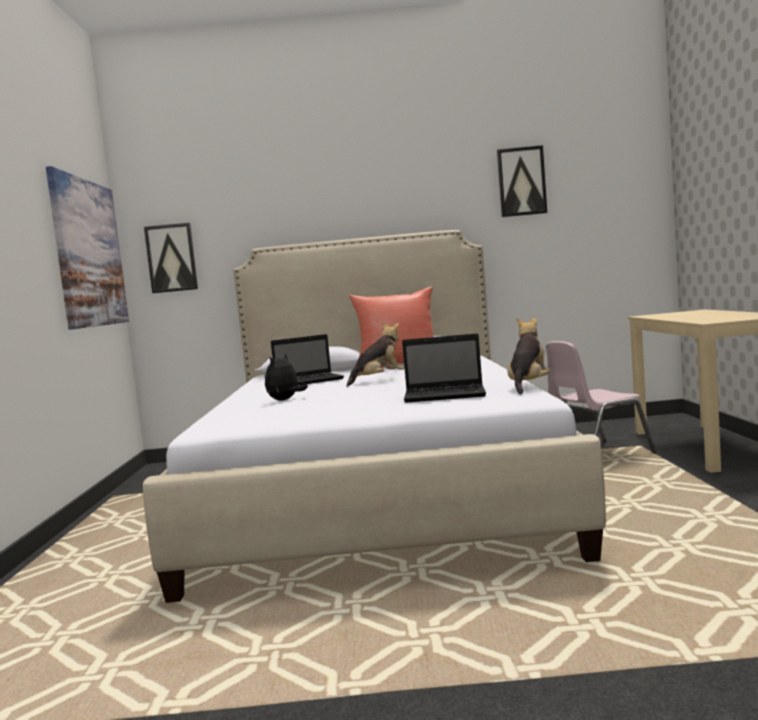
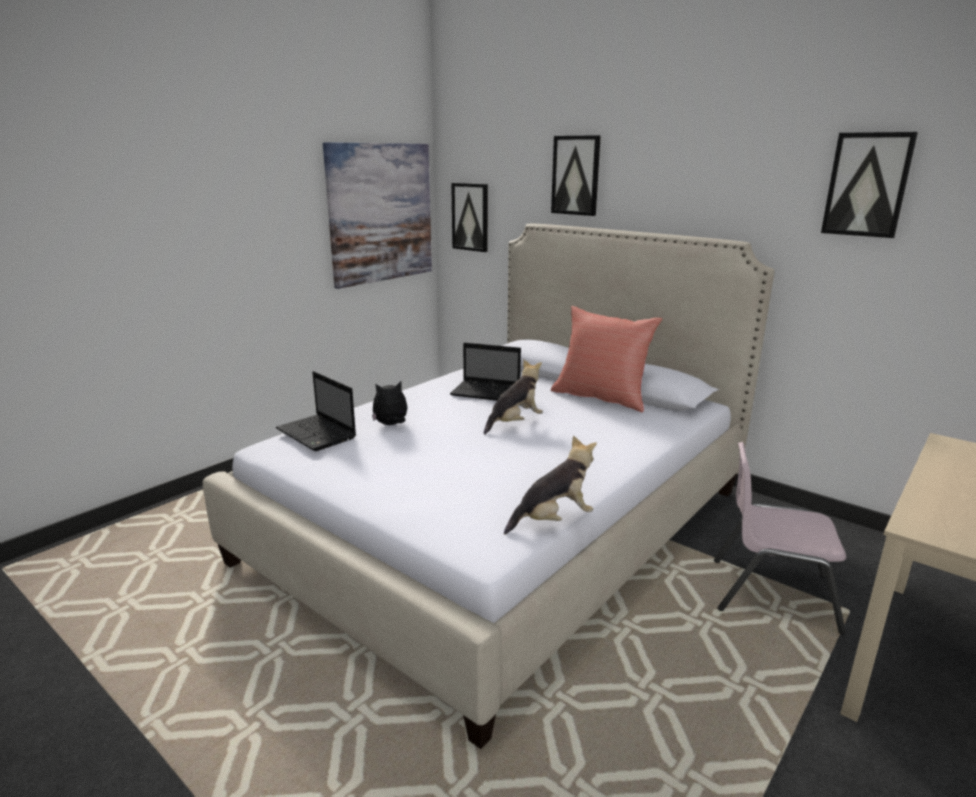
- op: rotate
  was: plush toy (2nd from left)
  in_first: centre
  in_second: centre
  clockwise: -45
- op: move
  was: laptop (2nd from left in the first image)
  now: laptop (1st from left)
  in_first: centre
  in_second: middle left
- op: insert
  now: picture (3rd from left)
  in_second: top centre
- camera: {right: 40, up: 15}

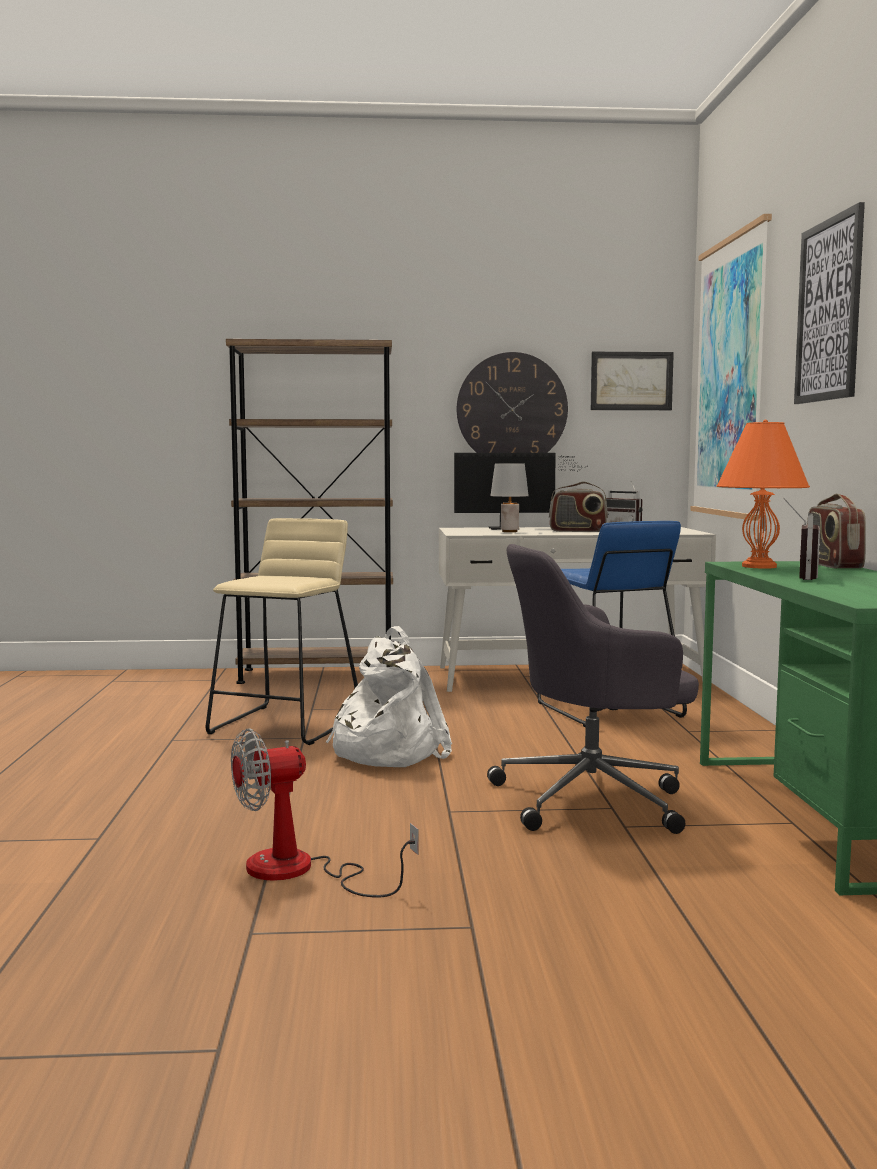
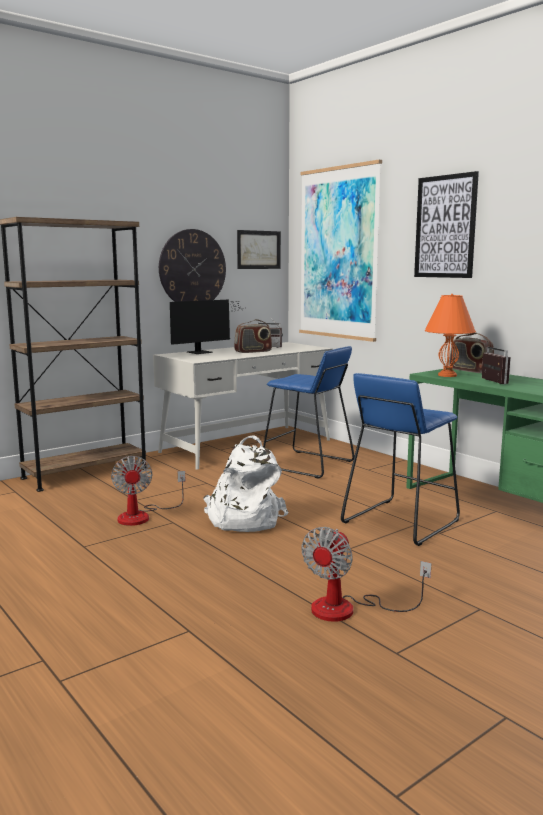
- op: replace
  was: beige stool
  now: fan (1st from left)
  in_first: middle left
  in_second: middle left
- op: replace
  was: grey office chair
  now: blue stool (2nd from left)
  in_first: middle right
  in_second: middle right
- op: delete
  was: grey table lamp
  in_first: centre
- camera: {right: -35, up: 5}

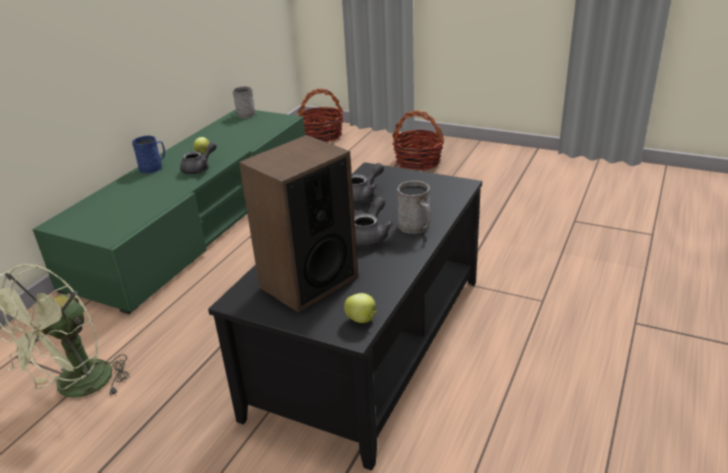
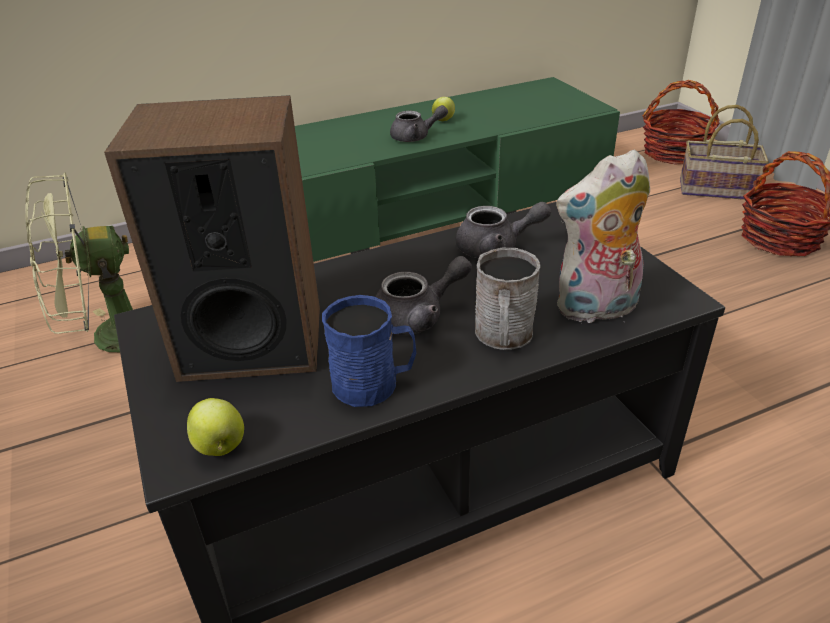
- op: move
  was: blue mug
  in_first: top left
  in_second: centre
- op: delete
  was: grey mug (1st from left)
  in_first: top centre
- op: insert
  now: plush toy
  in_second: middle right
- op: insert
  now: basket (2nd from left)
  in_second: top right
- camera: {right: 40, up: 5}

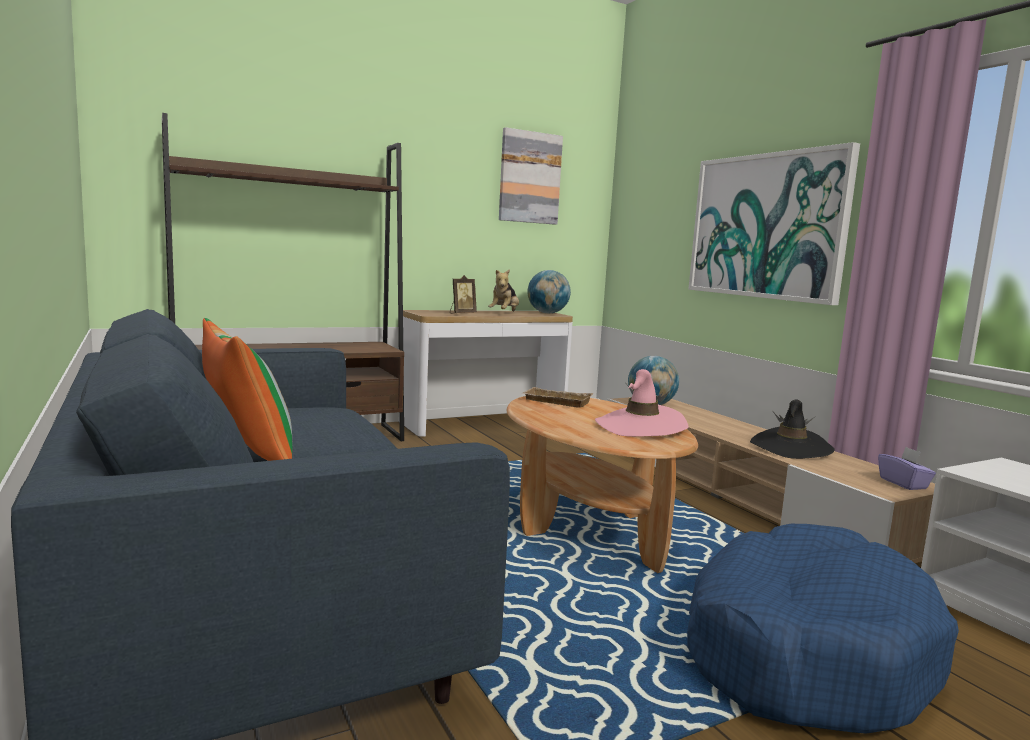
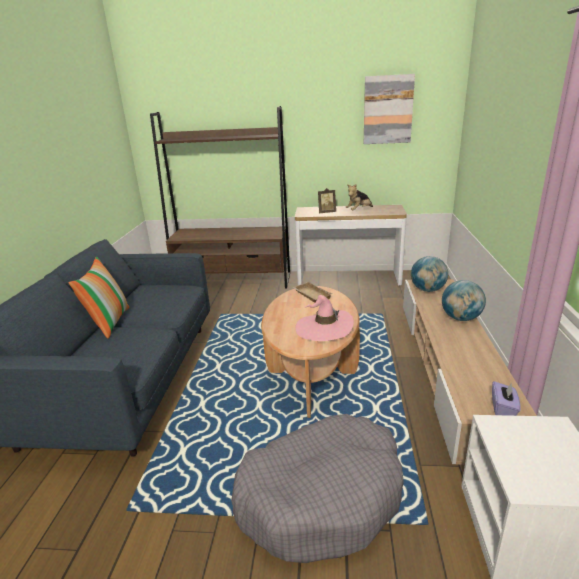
- op: move
  was: globe (1st from left in the first image)
  now: globe (2nd from left)
  in_first: centre
  in_second: middle right
- op: recolor
  was: blue dog bed
  now: grey dog bed
  in_first: bottom right
  in_second: bottom centre
- op: delete
  was: picture (2nd from left)
  in_first: top right
- op: delete
  was: black hat
  in_first: middle right
- camera: {right: 35, up: 15}

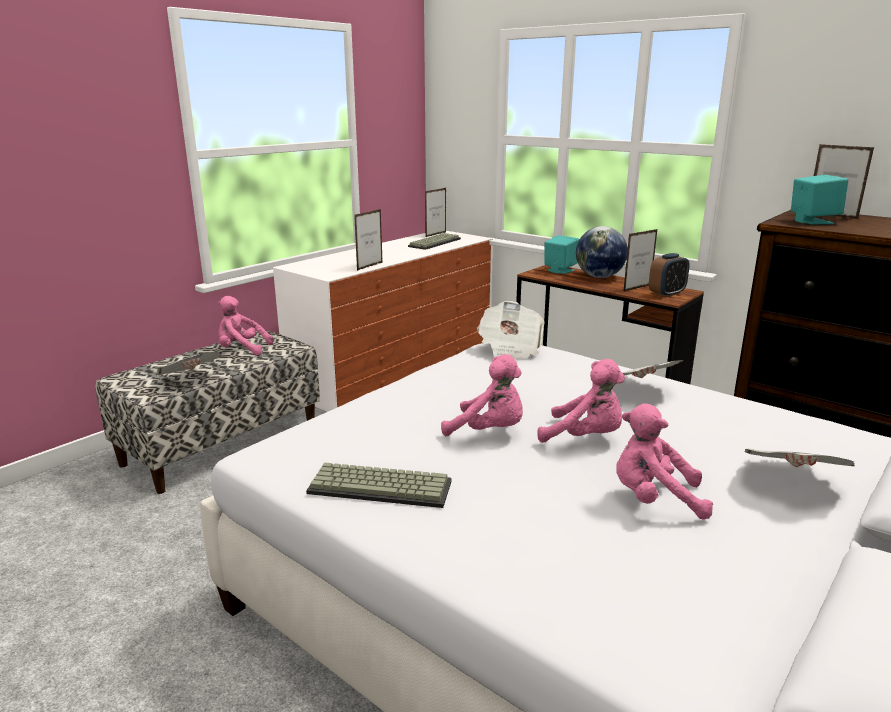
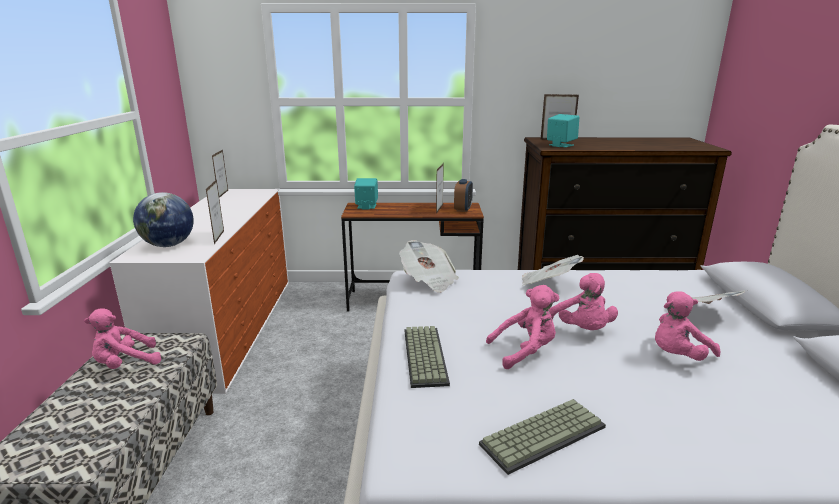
- op: delete
  was: newspaper (1st from left)
  in_first: middle left
- op: move
  was: keyboard (2nd from left in the first image)
  now: keyboard (1st from left)
  in_first: centre
  in_second: bottom centre
- op: rotate
  was: pink plush toy (3rd from left)
  in_first: centre
  in_second: middle right
  clockwise: 90
- op: move
  was: globe
  in_first: middle right
  in_second: middle left
- camera: {right: -40, up: 0}

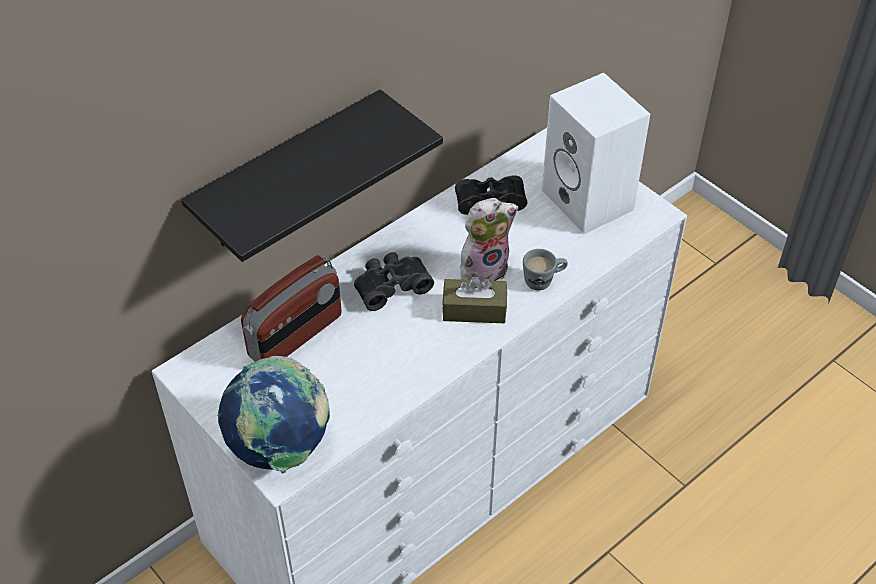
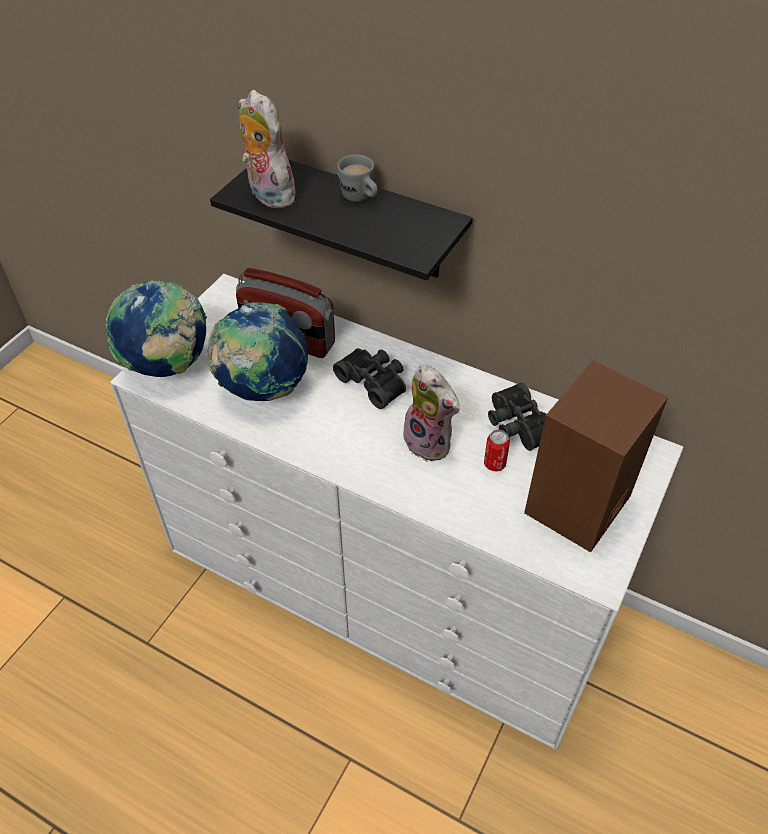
- op: delete
  was: brown tissue box
  in_first: centre
- op: move
  was: grey mug
  in_first: centre
  in_second: top centre
- op: recolor
  was: white speaker
  now: brown speaker
  in_first: top right
  in_second: middle right
- op: insert
  now: globe (2nd from left)
  in_second: centre
- op: insert
  now: plush toy (1st from left)
  in_second: top centre
- op: insert
  now: can
  in_second: centre
- camera: {right: 70, up: 0}

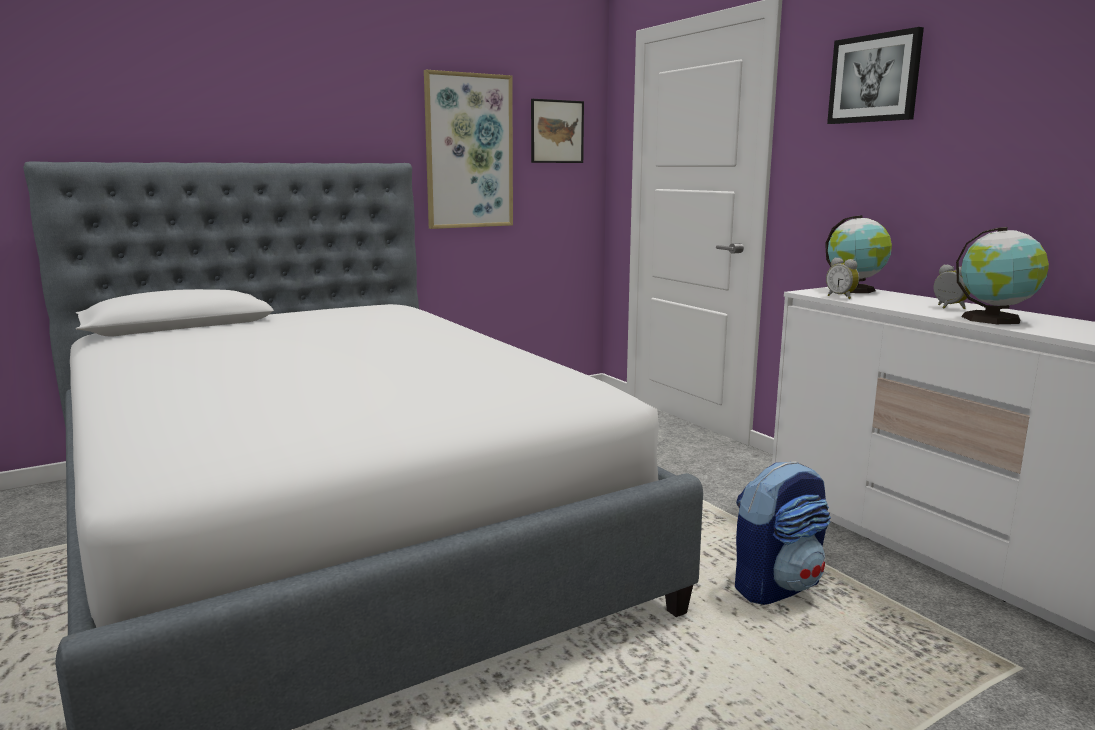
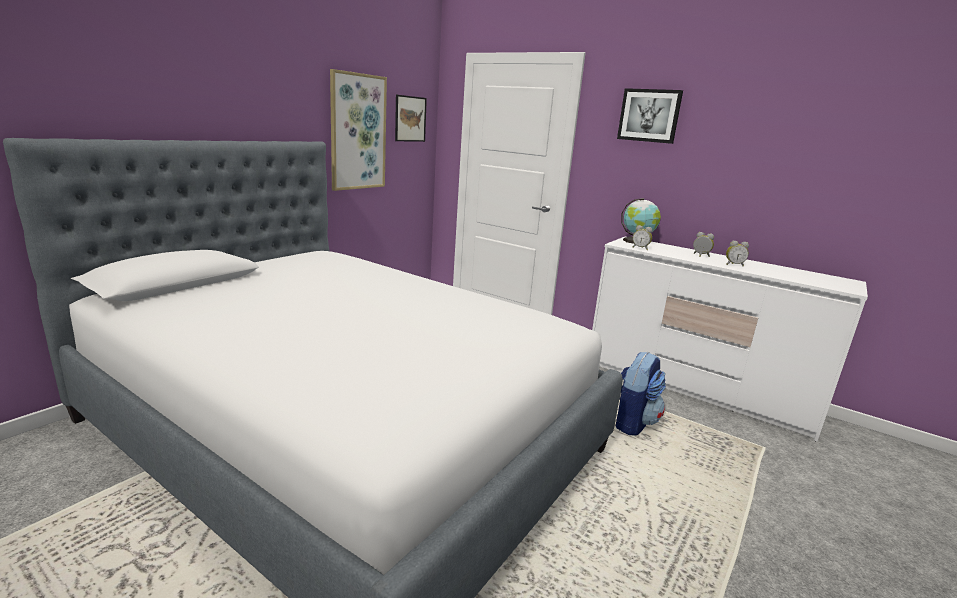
- op: replace
  was: globe (2nd from left)
  now: alarm clock (3rd from left)
  in_first: middle right
  in_second: middle right
- camera: {right: -25, up: 5}

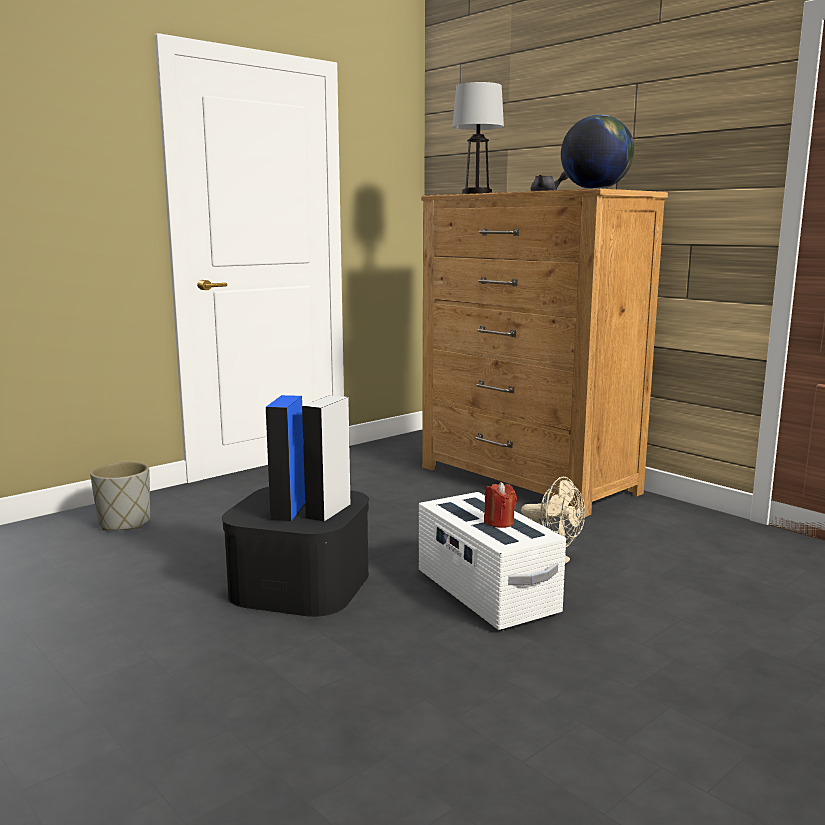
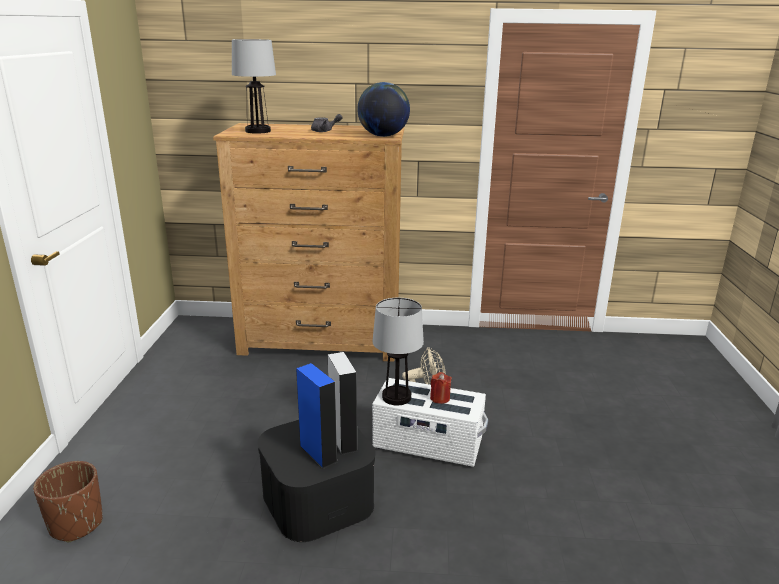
- op: recolor
  was: grey planter
  now: brown planter
  in_first: middle left
  in_second: bottom left
- op: insert
  now: table lamp (2nd from left)
  in_second: centre
- camera: {right: -45, up: 10}

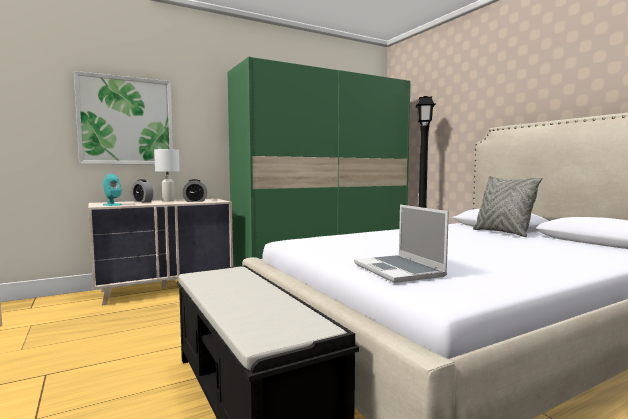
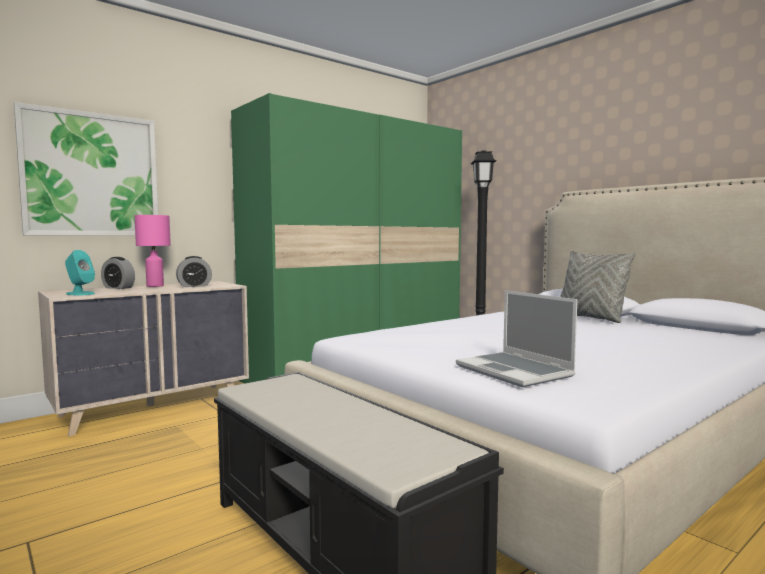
- op: recolor
  was: white table lamp
  now: pink table lamp
  in_first: middle left
  in_second: middle left
- camera: {right: -10, up: 0}

